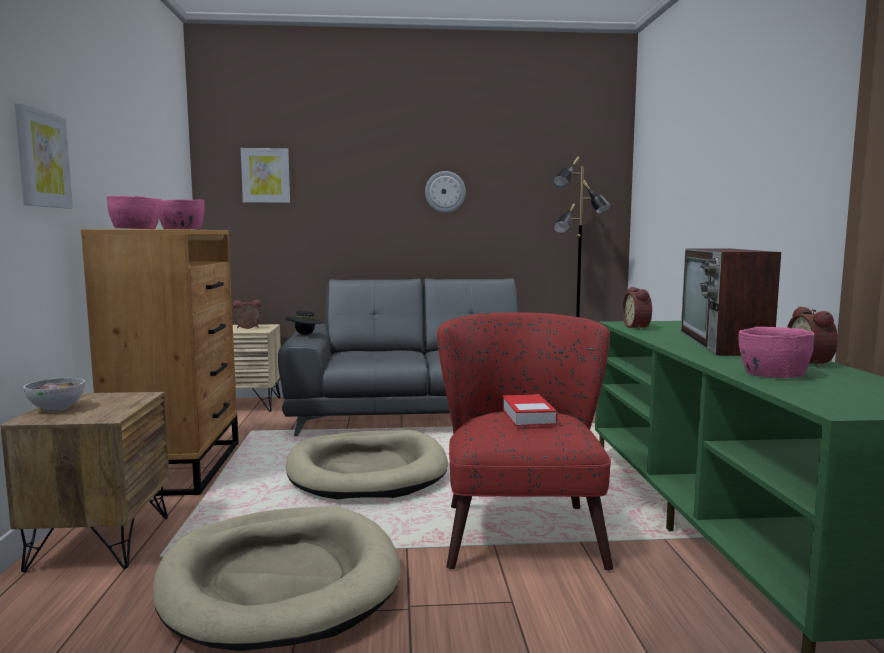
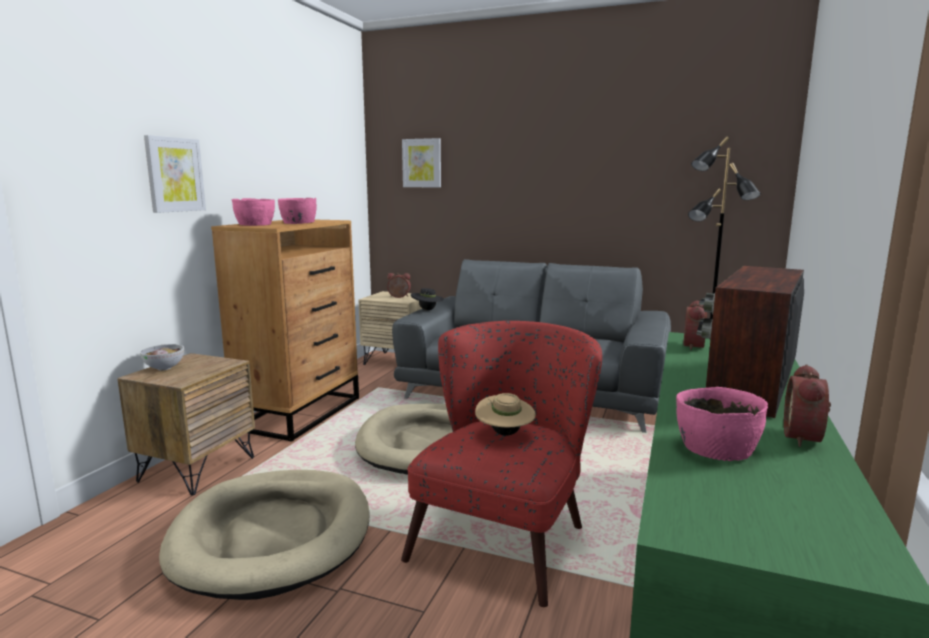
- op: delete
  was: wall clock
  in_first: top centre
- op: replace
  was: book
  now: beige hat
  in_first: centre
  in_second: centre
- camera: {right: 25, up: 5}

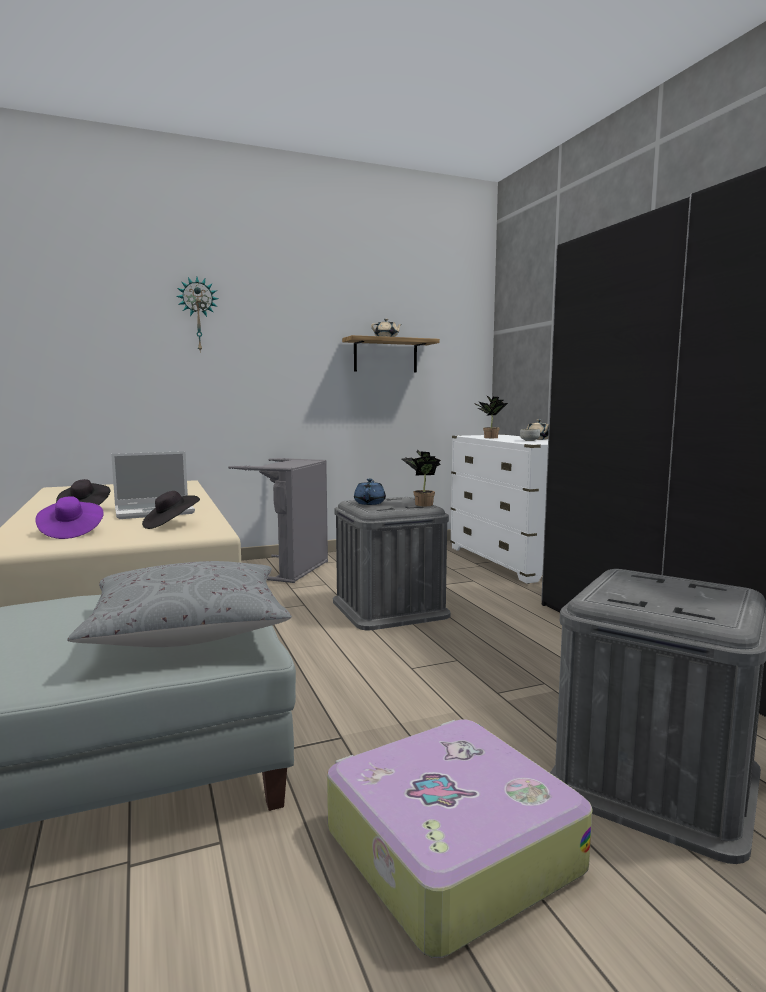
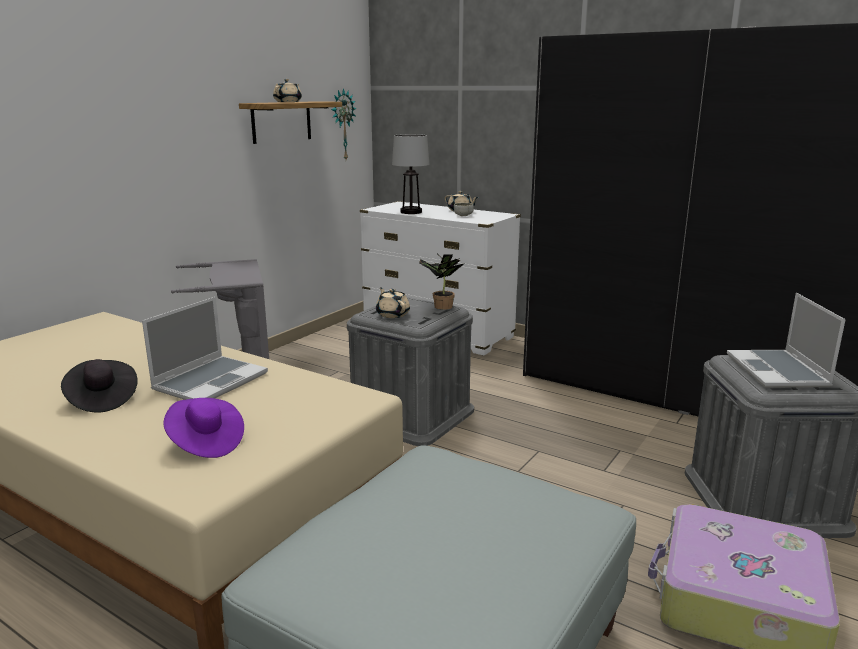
- op: delete
  was: grey pillow
  in_first: middle left
- op: delete
  was: black hat (2nd from left)
  in_first: middle left
- op: move
  was: wall clock
  in_first: top left
  in_second: top centre
- op: recolor
  was: blue teapot
  now: beige teapot (2nd from left)
  in_first: centre
  in_second: centre
- op: replace
  was: potted plant (2nd from left)
  now: table lamp
  in_first: centre
  in_second: top centre
- op: insert
  now: laptop (2nd from left)
  in_second: middle right
- camera: {right: -35, up: 10}

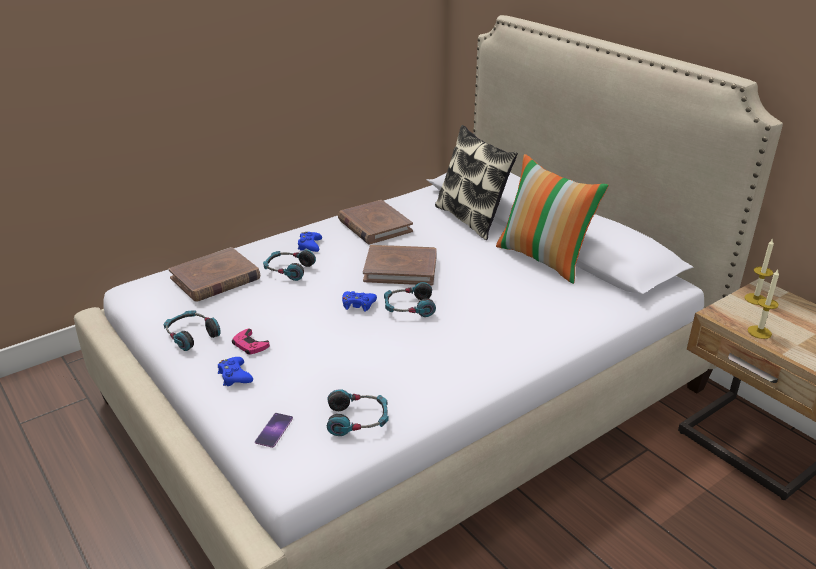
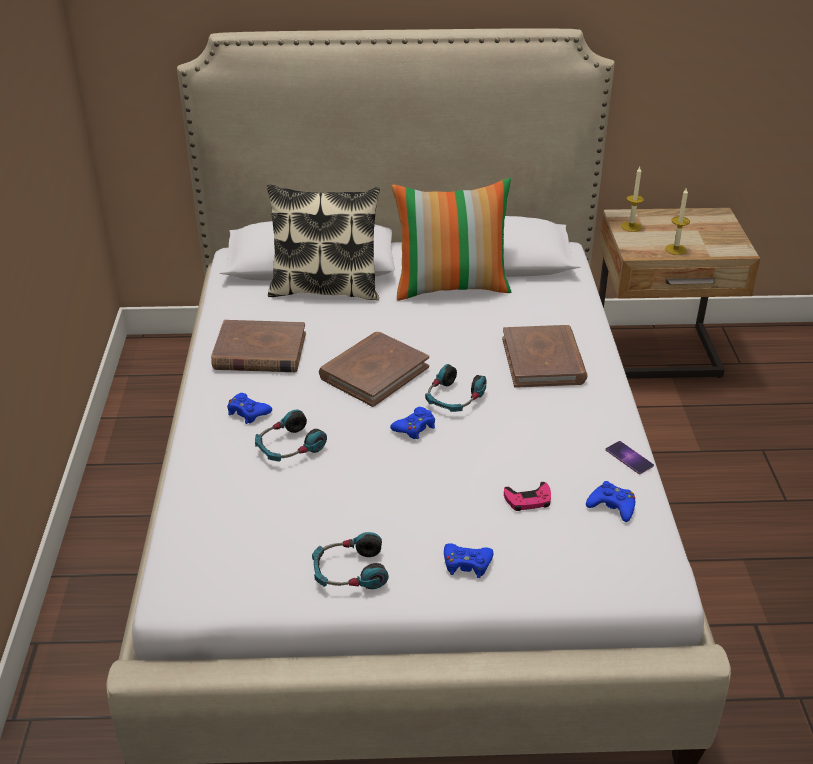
- op: move
  was: brown book (1st from left in the first image)
  now: brown book (3rd from left)
  in_first: middle left
  in_second: middle right
- op: move
  was: pink game controller
  in_first: middle left
  in_second: centre
- op: move
  was: phone
  in_first: bottom centre
  in_second: middle right
- op: replace
  was: headphones (3rd from left)
  now: blue game controller (4th from left)
  in_first: bottom centre
  in_second: middle right
- camera: {right: -55, up: 5}

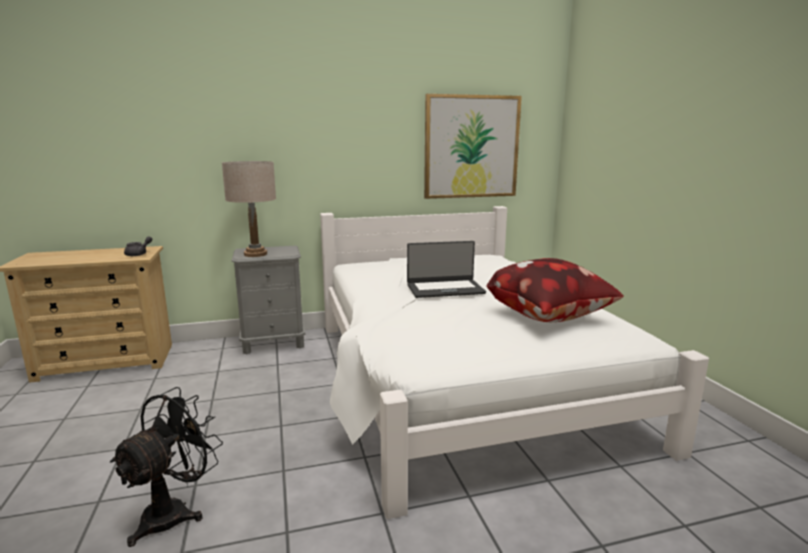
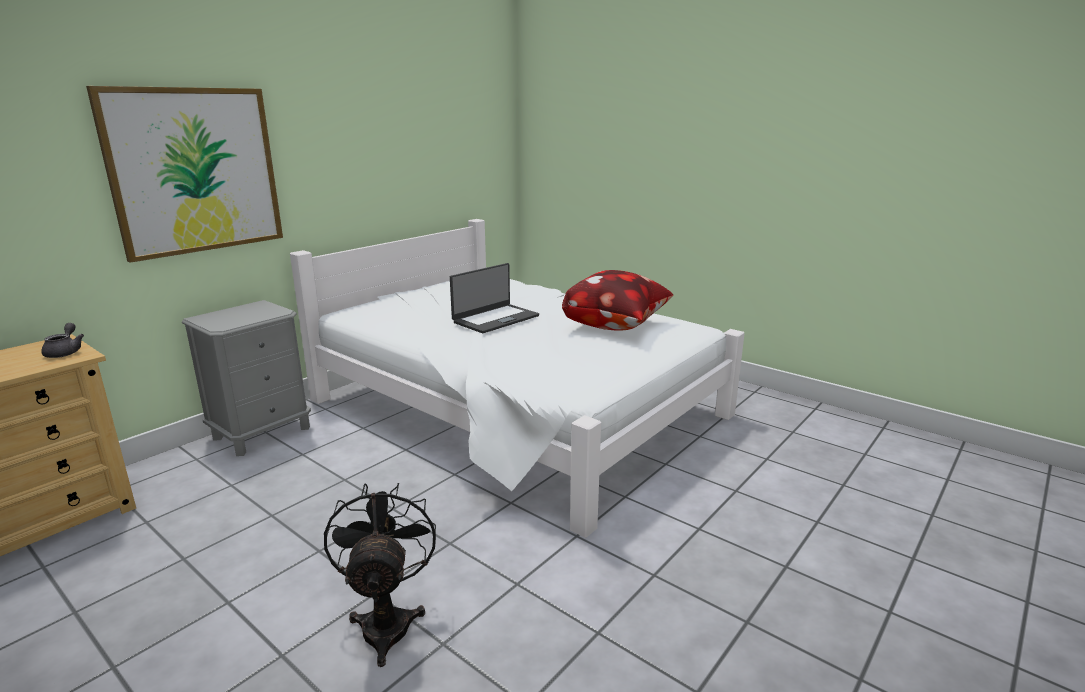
- op: delete
  was: beige table lamp
  in_first: middle left
- op: move
  was: picture
  in_first: top centre
  in_second: top left
- camera: {right: -35, up: 5}

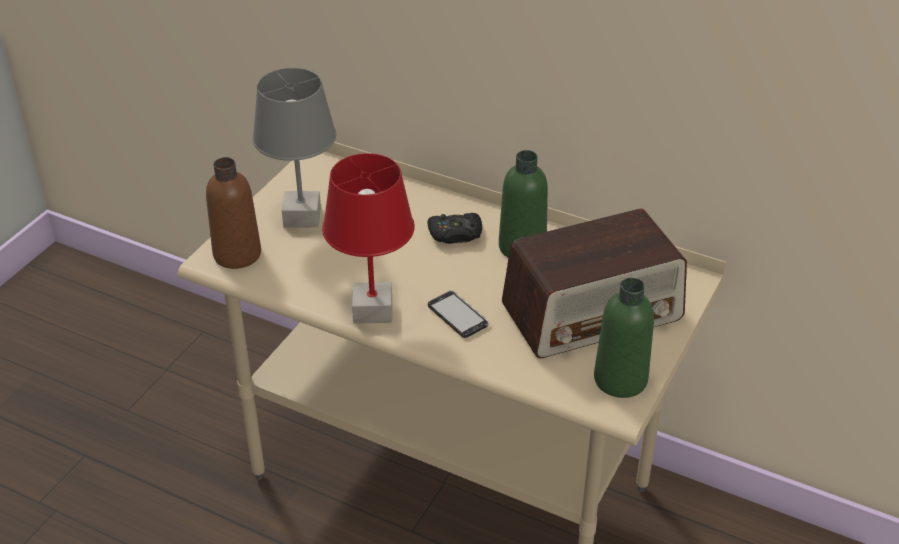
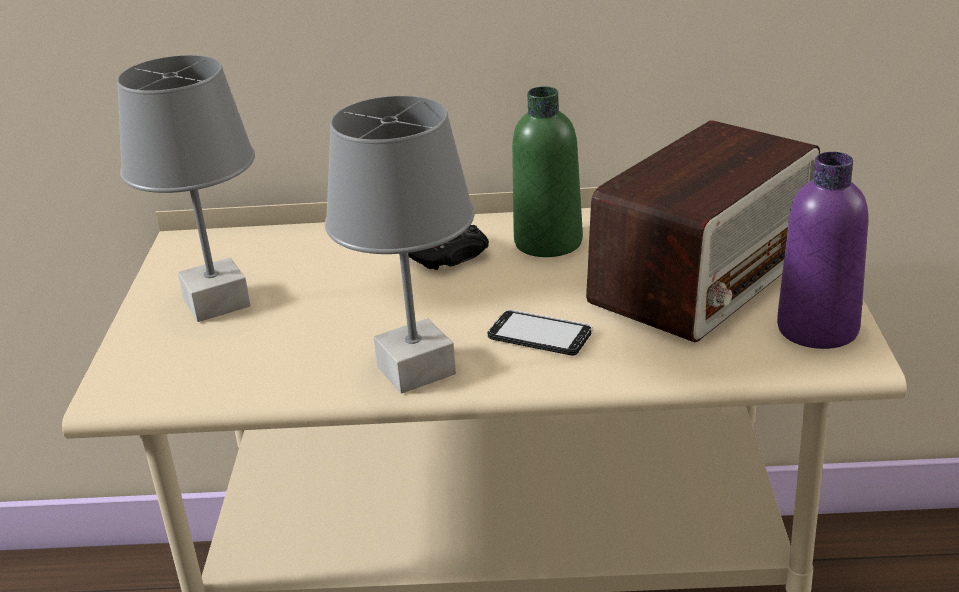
- op: delete
  was: brown bottle
  in_first: middle left
- op: recolor
  was: red table lamp
  now: grey table lamp (2nd from left)
  in_first: centre
  in_second: centre
- op: recolor
  was: green bottle (2nd from left)
  now: purple bottle
  in_first: middle right
  in_second: middle right
- camera: {right: -25, up: -10}

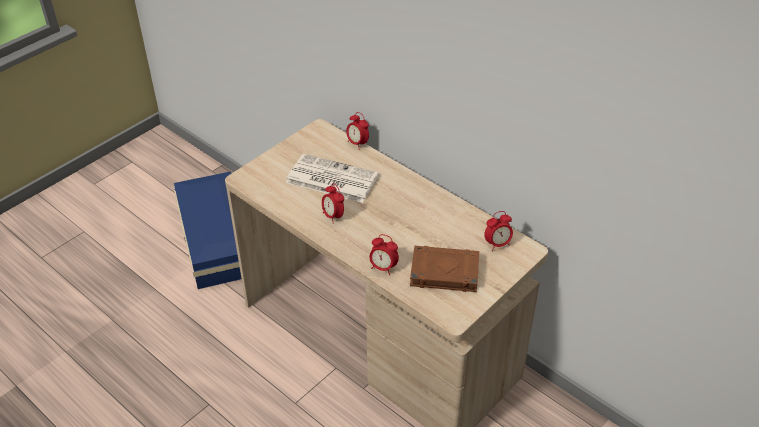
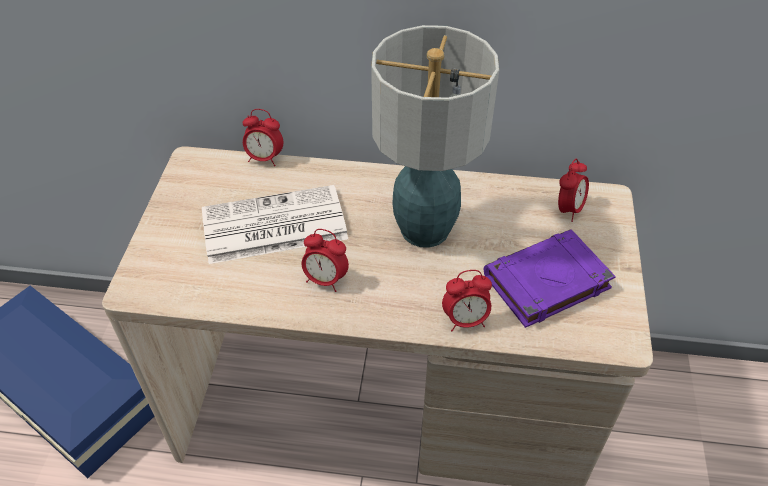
- op: recolor
  was: brown book
  now: purple book
  in_first: centre
  in_second: middle right
- op: insert
  now: table lamp
  in_second: top centre
- camera: {right: -35, up: 5}

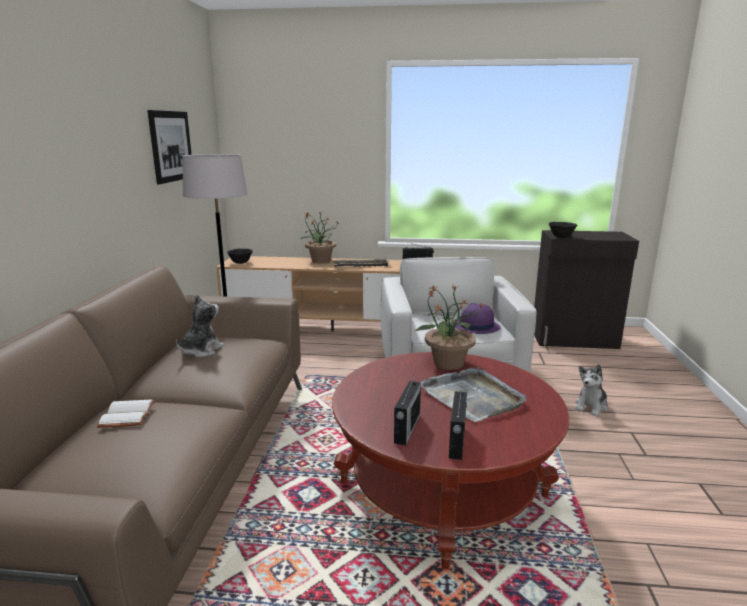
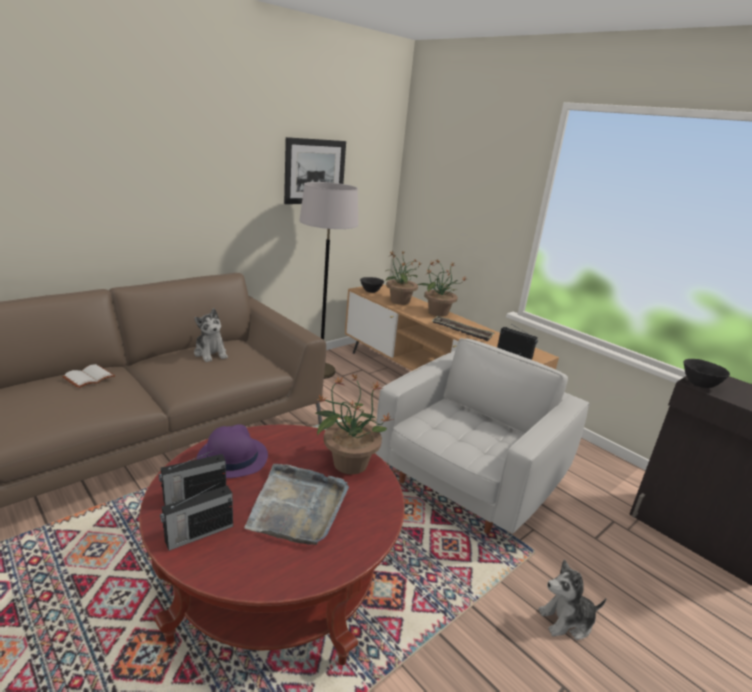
- op: rotate
  was: plush toy (1st from left)
  in_first: middle left
  in_second: middle left
  clockwise: 75
- op: move
  was: purple hat
  in_first: centre
  in_second: middle left
- op: insert
  now: potted plant (2nd from left)
  in_second: centre
- camera: {right: 40, up: 5}

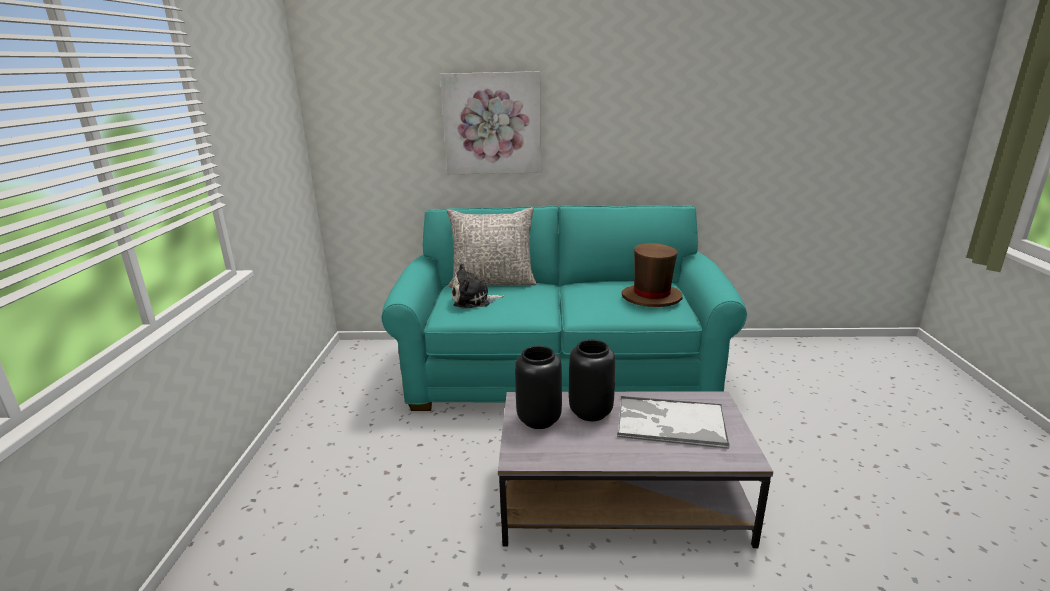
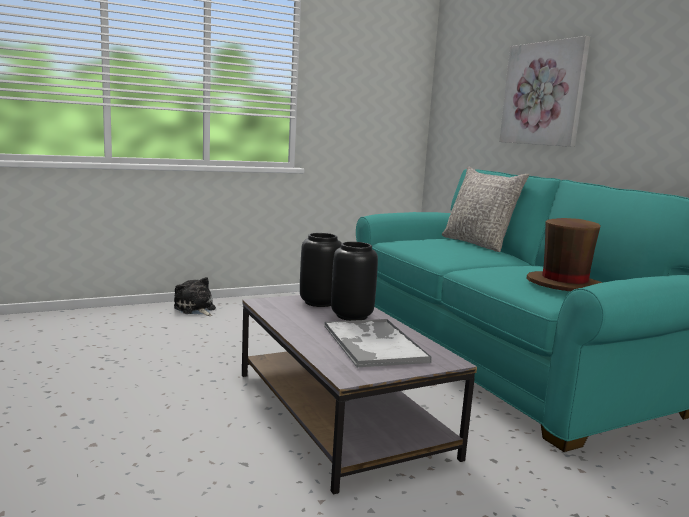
- op: move
  was: plush toy
  in_first: centre
  in_second: middle left
- camera: {right: 60, up: -10}

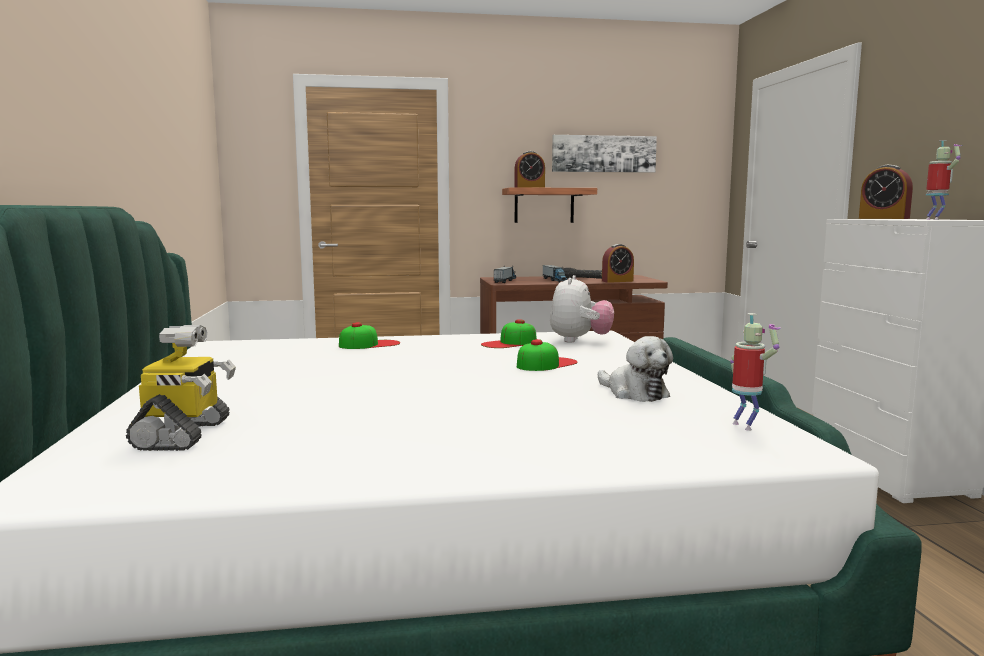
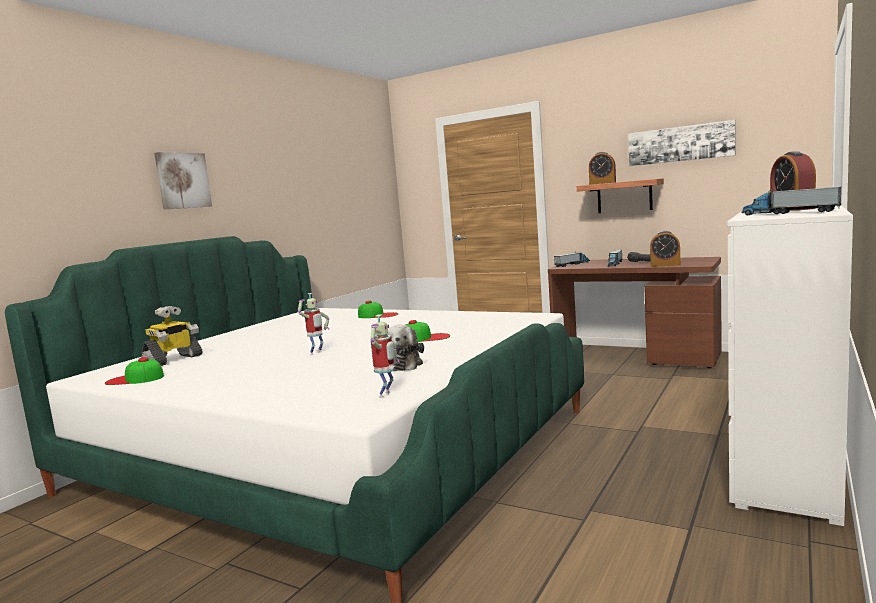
- op: move
  was: cap (2nd from left in the first image)
  now: cap (1st from left)
  in_first: centre
  in_second: middle left
- op: delete
  was: plush toy (1st from left)
  in_first: centre
- op: move
  was: toy robot (3rd from left in the first image)
  now: toy robot (2nd from left)
  in_first: top right
  in_second: centre
- op: insert
  now: picture (1st from left)
  in_second: top left
- op: insert
  now: toy truck (3rd from left)
  in_second: middle right
- camera: {right: 40, up: 0}

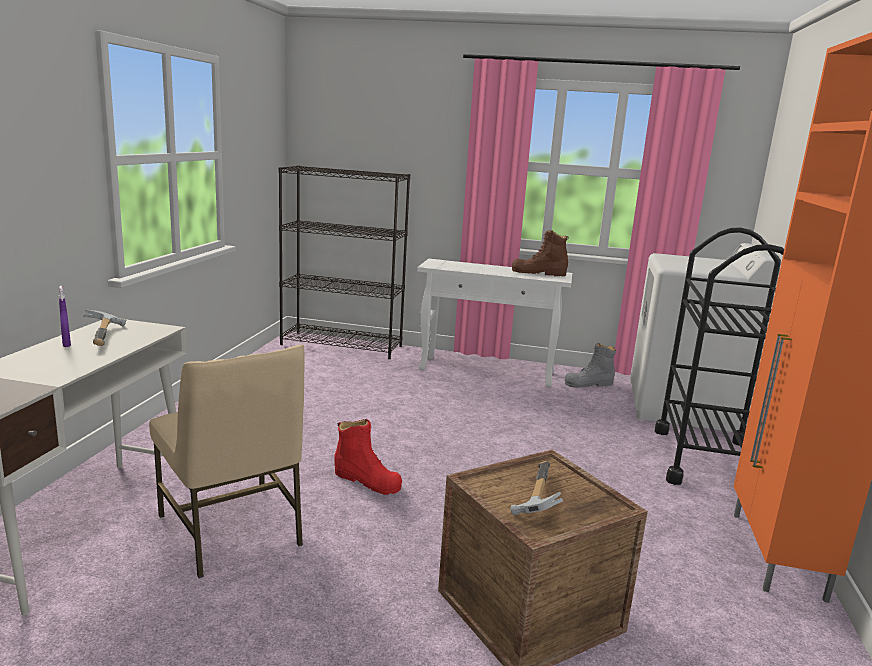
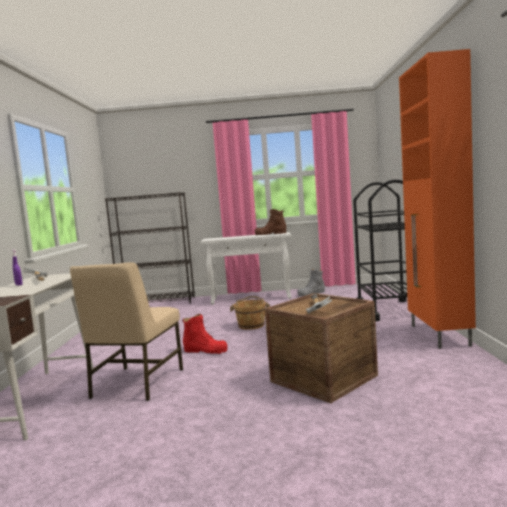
- op: rotate
  was: beige chair
  in_first: bottom left
  in_second: middle left
  clockwise: 60
- op: delete
  was: white washing machine
  in_first: middle right
- op: insert
  now: brown bucket
  in_second: centre
- camera: {right: -10, up: -10}

